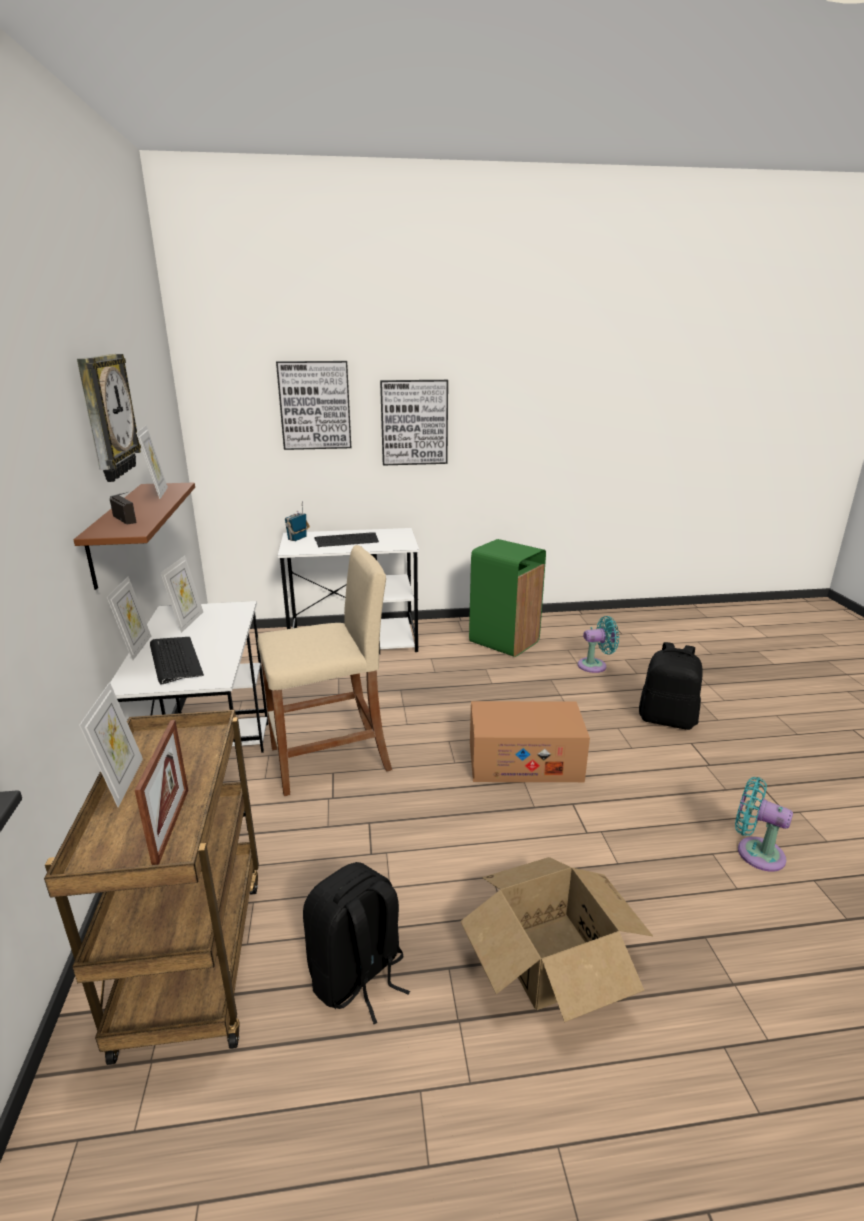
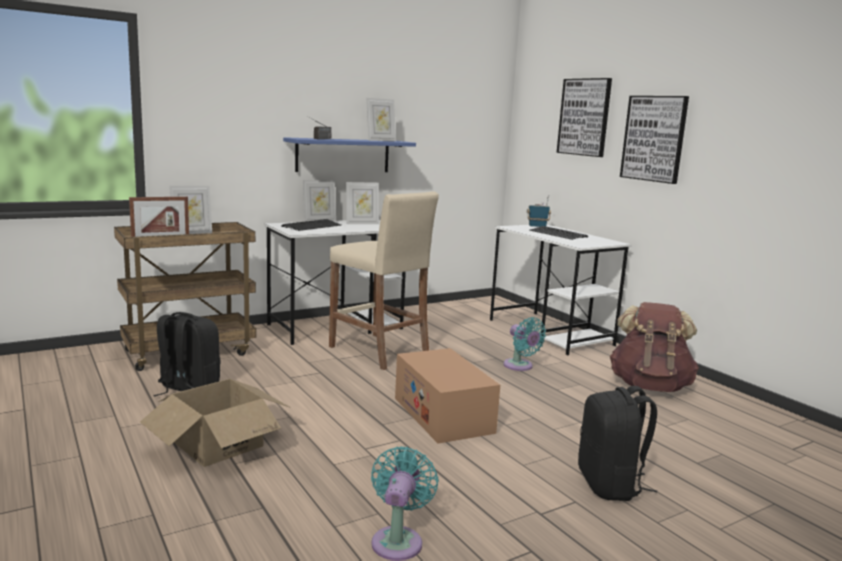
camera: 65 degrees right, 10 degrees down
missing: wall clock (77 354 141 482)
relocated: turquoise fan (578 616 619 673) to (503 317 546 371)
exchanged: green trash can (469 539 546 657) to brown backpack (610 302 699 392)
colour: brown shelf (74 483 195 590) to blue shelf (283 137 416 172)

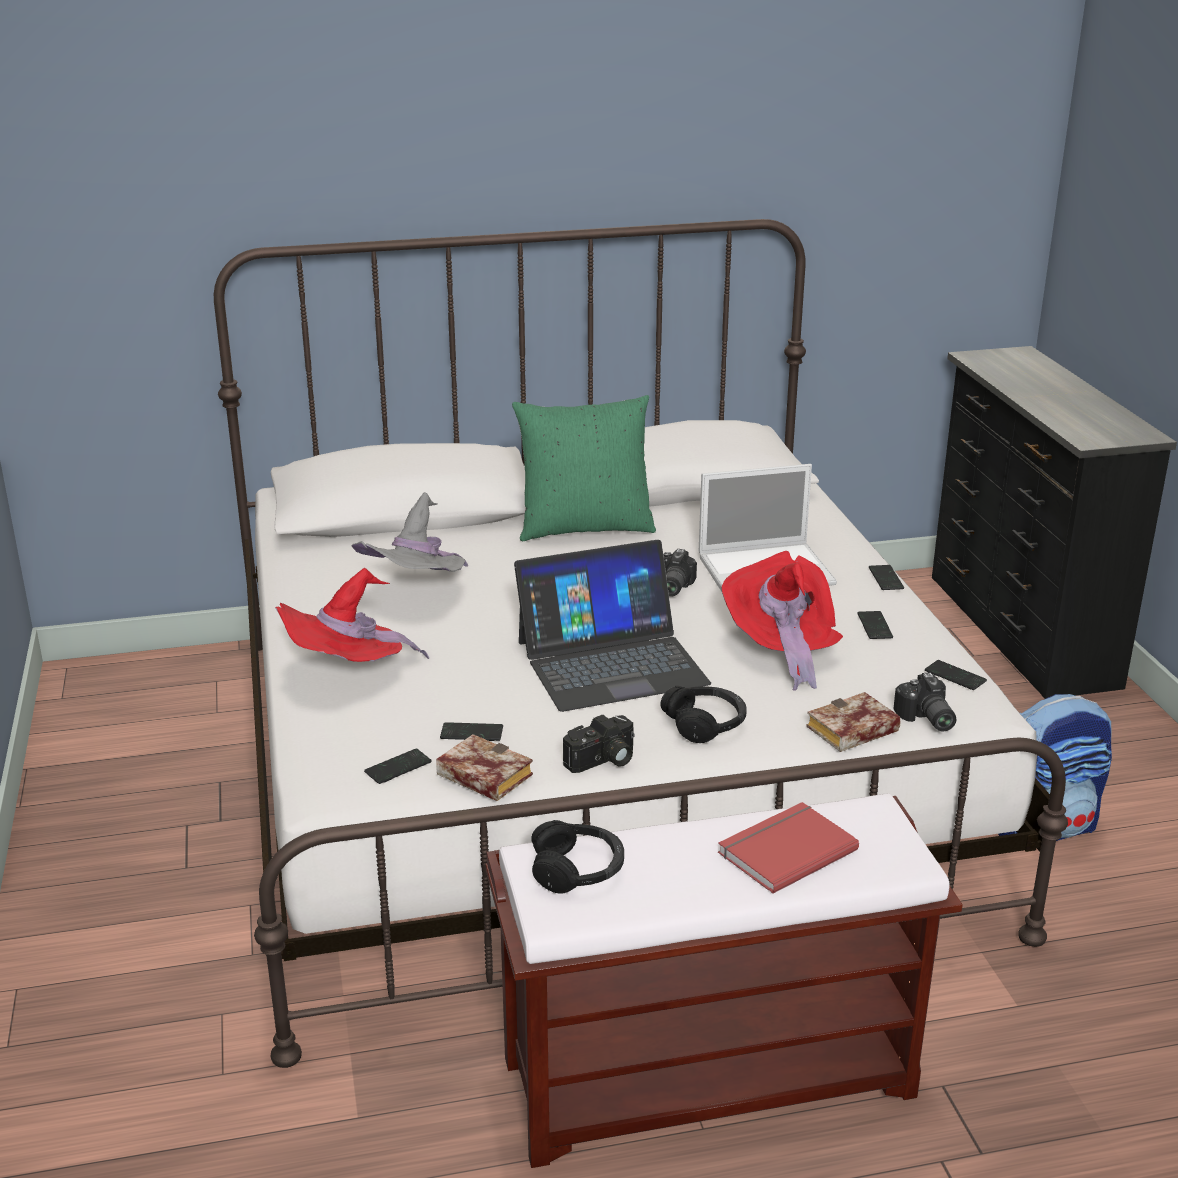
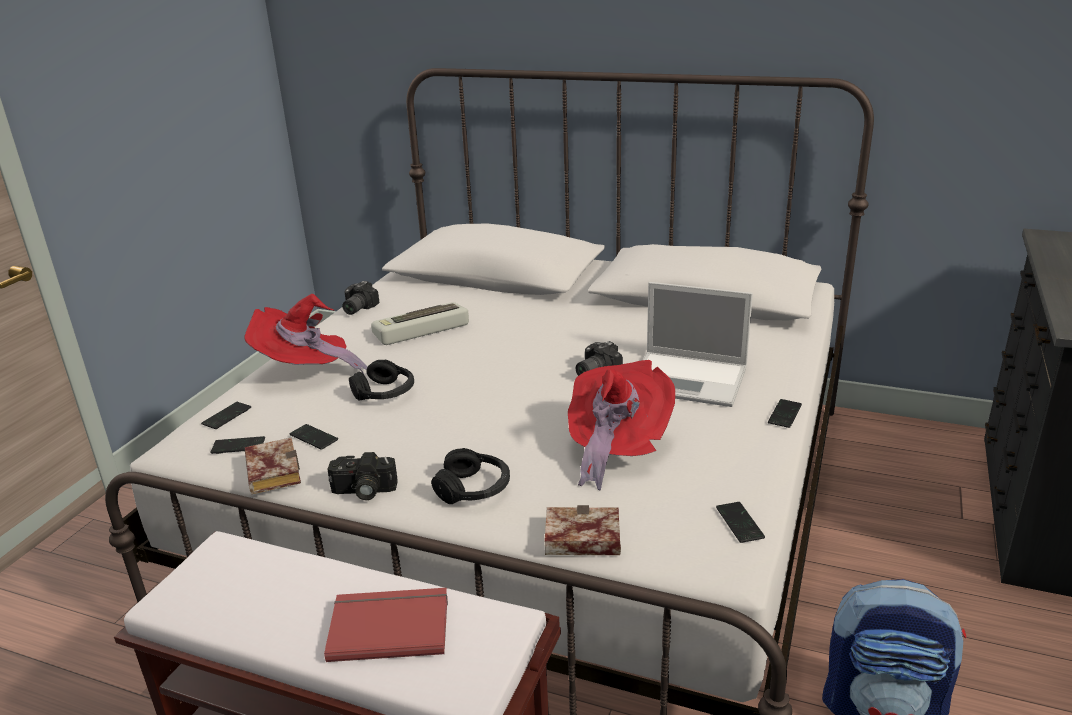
camera: 35 degrees right, 0 degrees up
missing: green pillow (512 395 656 541); laptop (514 540 711 712)
relocated: black headphones (531 820 624 894) to (349 360 414 401); phone (857 611 893 639) to (201 402 251 429); photo camera (894 672 956 731) to (342 281 380 315)
exchanged: grey hat (352 492 468 572) to keyboard (371 302 469 345)

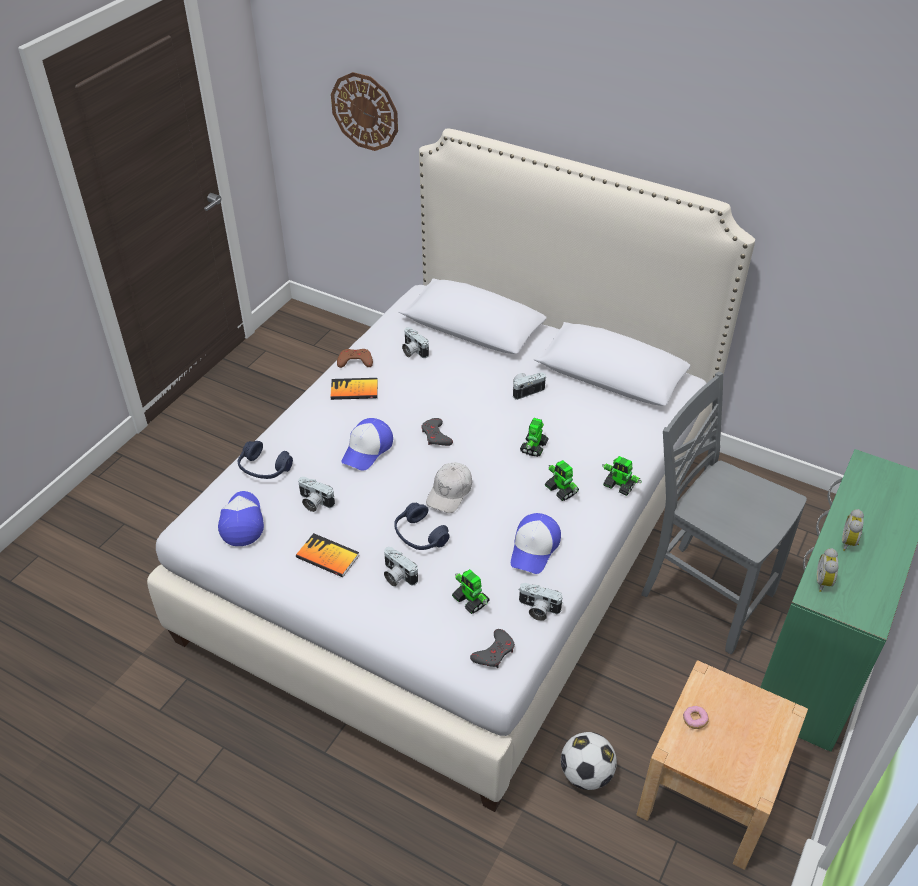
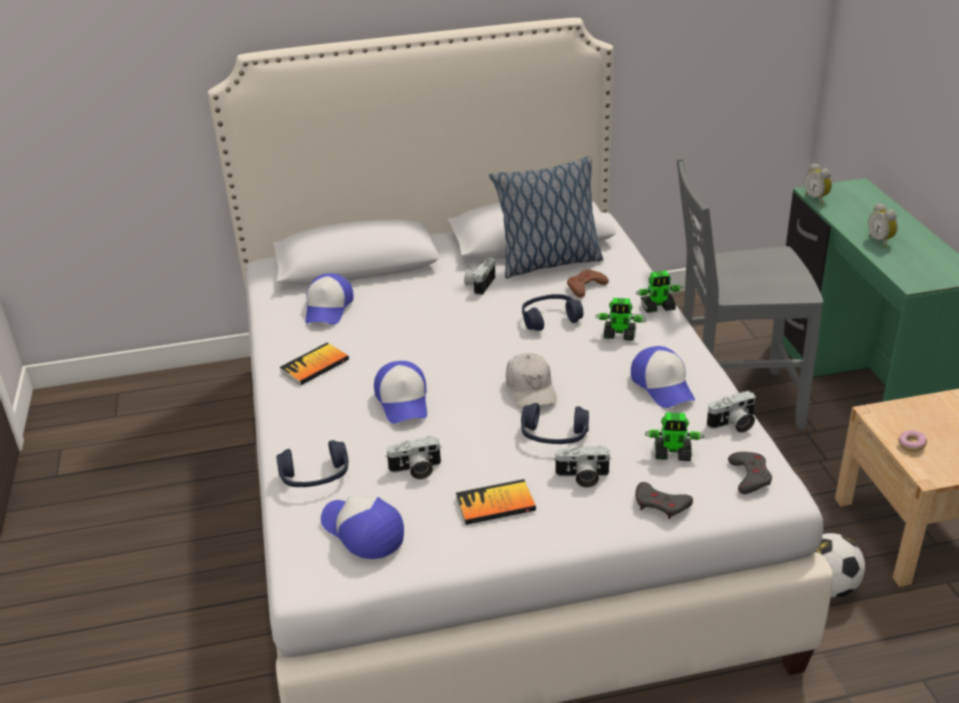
camera: 40 degrees left, 10 degrees down
missing: wall clock (331 72 398 151)
appeared: pillow (489 156 604 279)
relocated: brown game controller (337 349 373 368) to (567 270 609 298); grey game controller (422 418 453 446) to (635 482 693 519); alarm clock (817 548 839 592) to (804 163 832 204)
exchanged: photo camera (402 327 429 358) to cap (305 273 353 325); toy robot (520 418 548 457) to blue headphones (522 294 583 331)

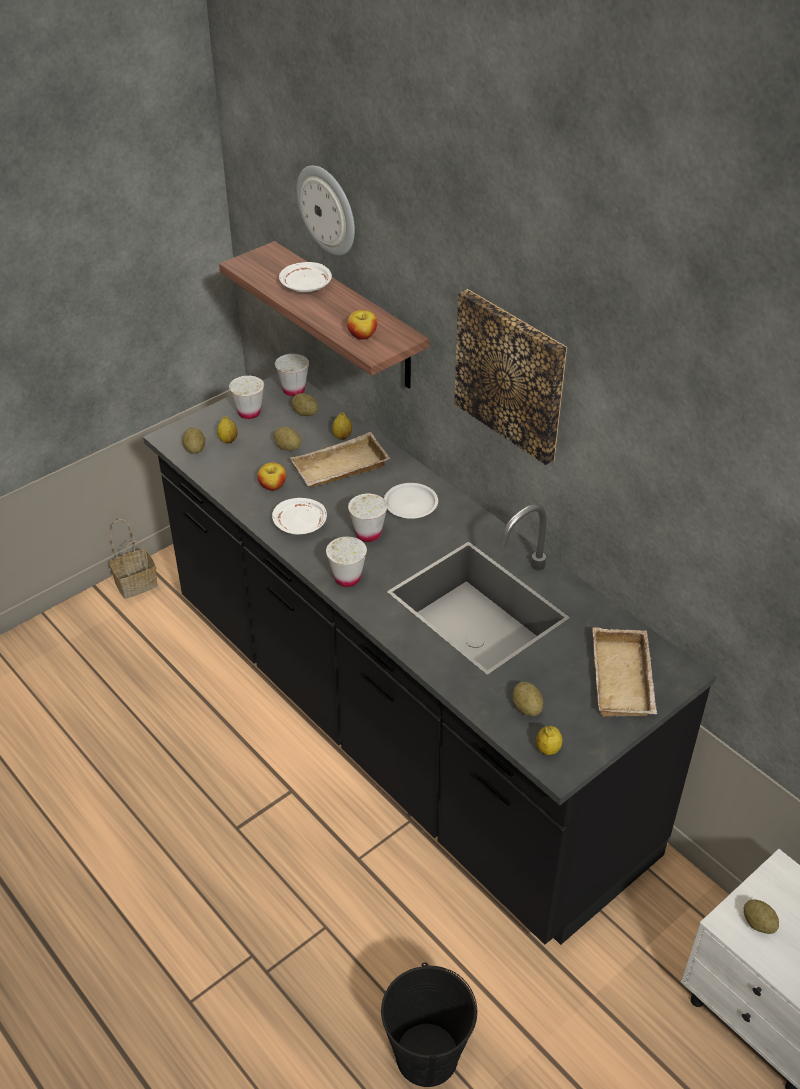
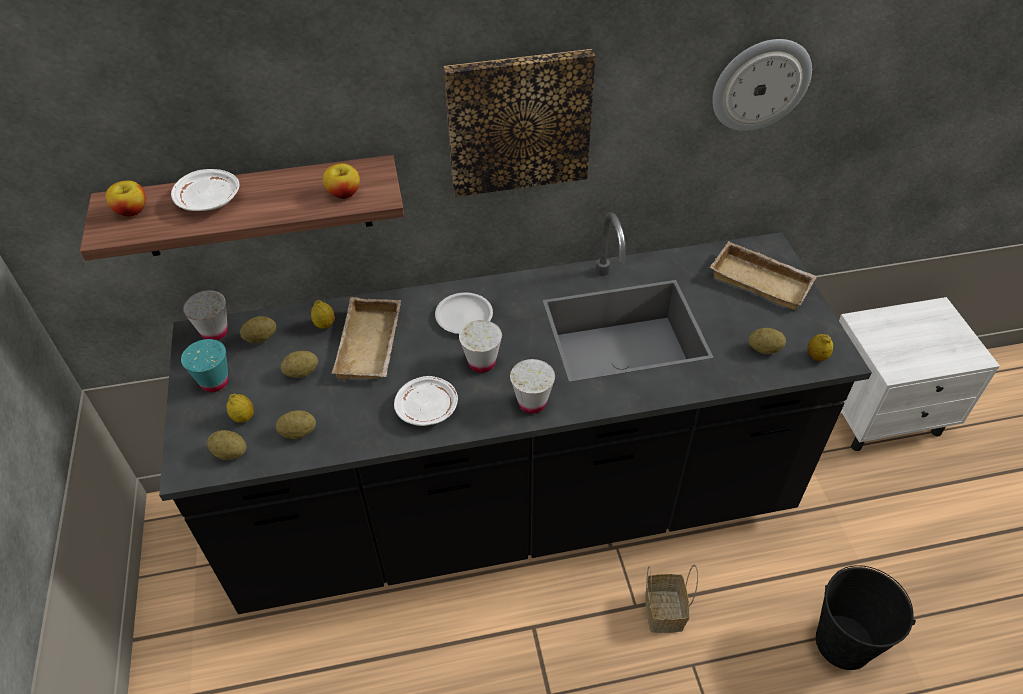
camera: 60 degrees left, 5 degrees up
relocated: basket (109 519 158 599) to (645 564 698 633); apple (257 462 286 491) to (106 180 146 217); wall clock (296 165 355 255) to (712 39 812 131); potato (744 900 779 934) to (276 410 316 439)
colour: white cup (229 376 264 419) to turquoise cup (181 339 228 392)

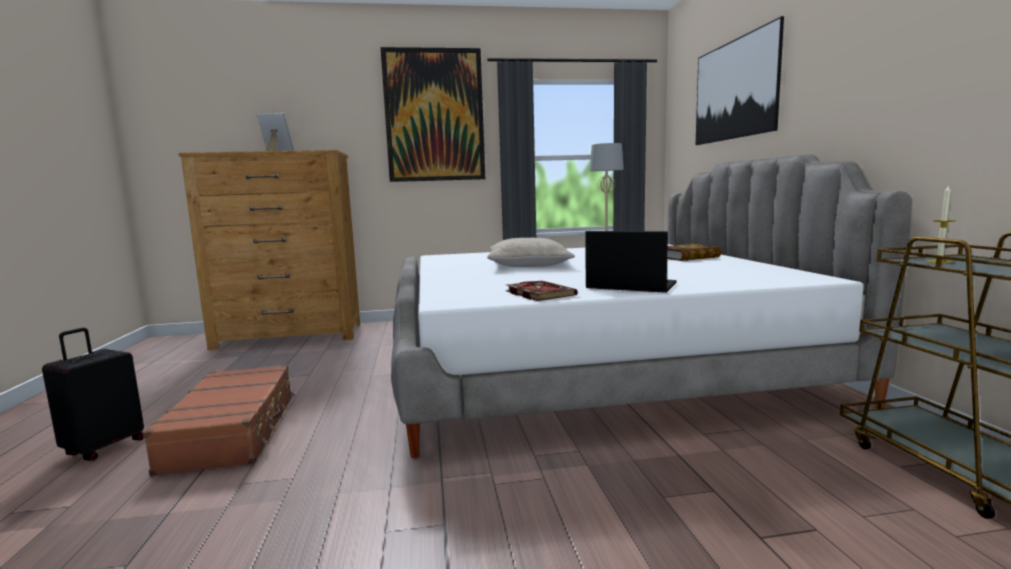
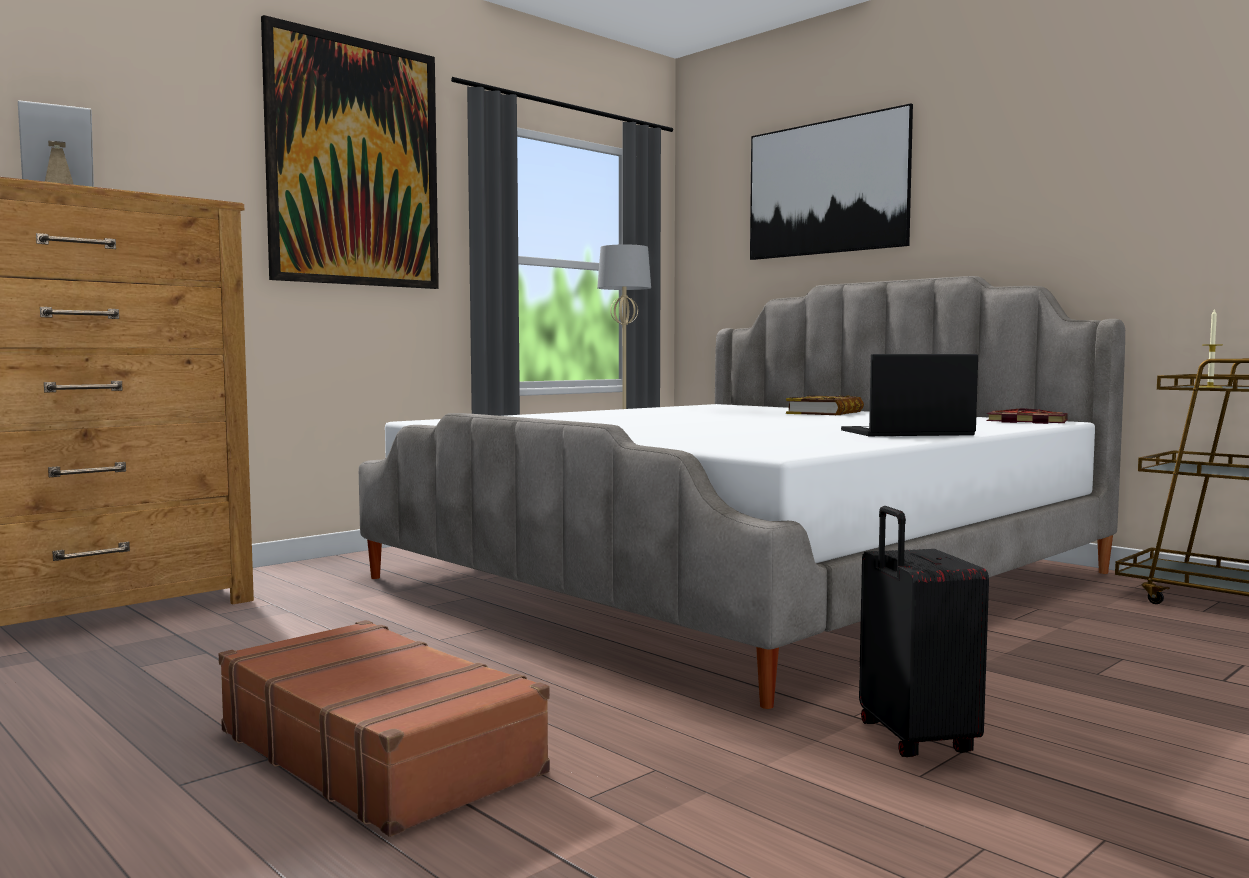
camera: 35 degrees left, 5 degrees down
missing: beige pillow (487 238 575 267)
relocated: black suitcase (42 328 144 461) to (859 506 989 757); book (506 280 578 301) to (986 409 1068 424)

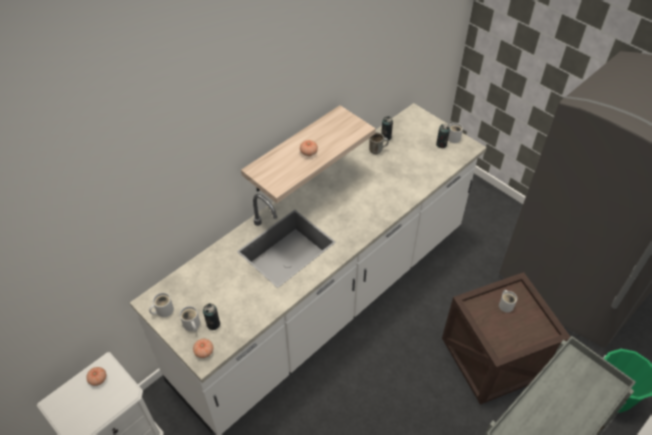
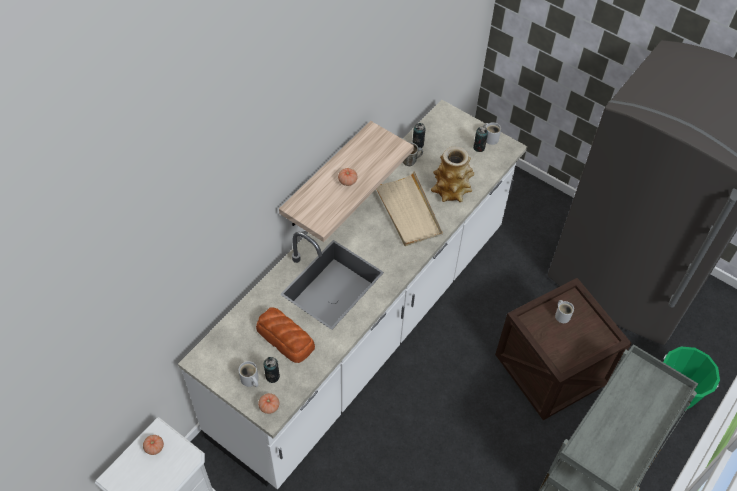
camera: 10 degrees left, 5 degrees up
missing: white mug (149 293 174 317)
appeared: bread (256 307 315 363); beige tray (376 171 443 246); vase (431 146 474 202)

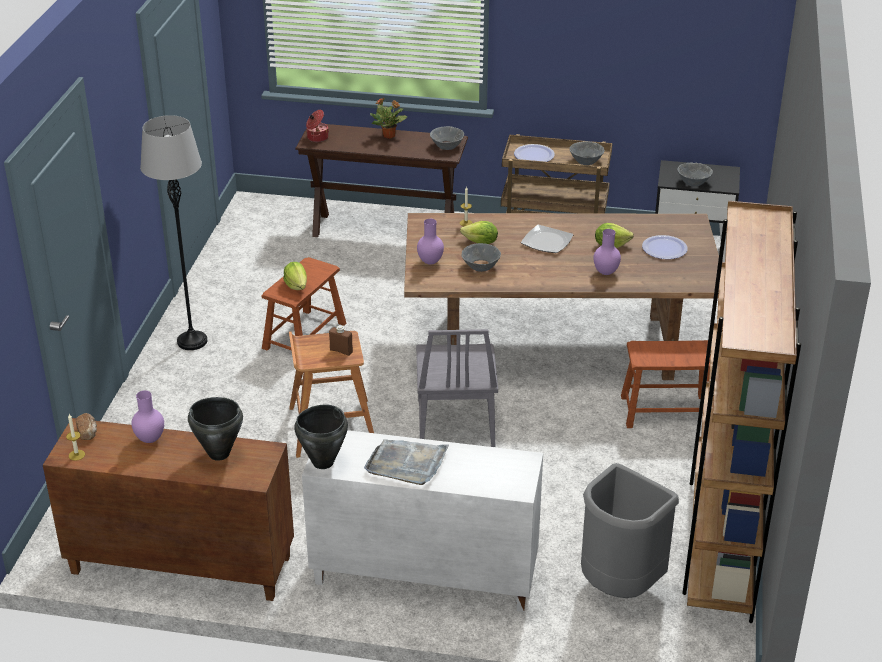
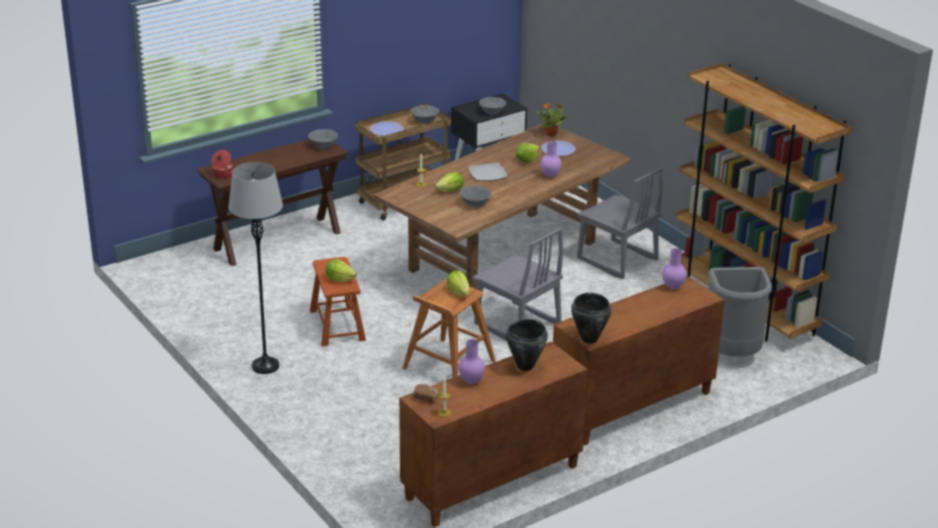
camera: 45 degrees left, 5 degrees down
missing: grey tray (364 439 449 485)
relocated: potted plant (370 98 407 139) to (536 102 568 136); purple vase (417 219 444 265) to (662 248 686 289)
exchanged: brown bottle (329 325 353 356) to lettuce (447 270 469 296); brown stool (621 340 711 428) to grey chair (577 167 663 279)
colour: white cabinet (302 430 543 612) to brown cabinet (553 276 725 445)

